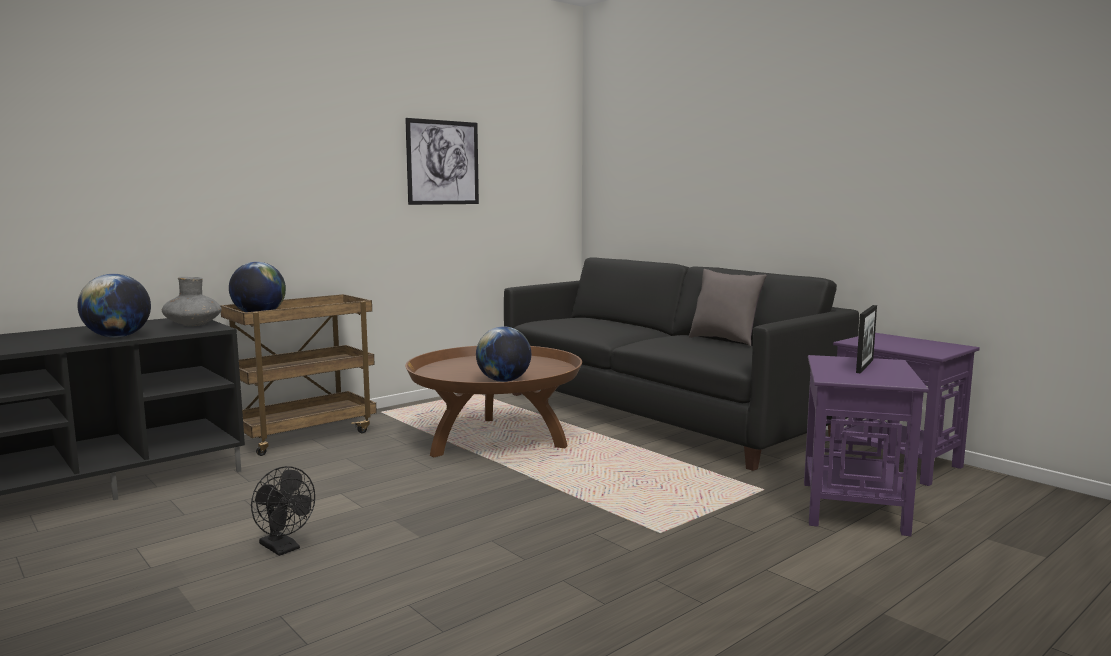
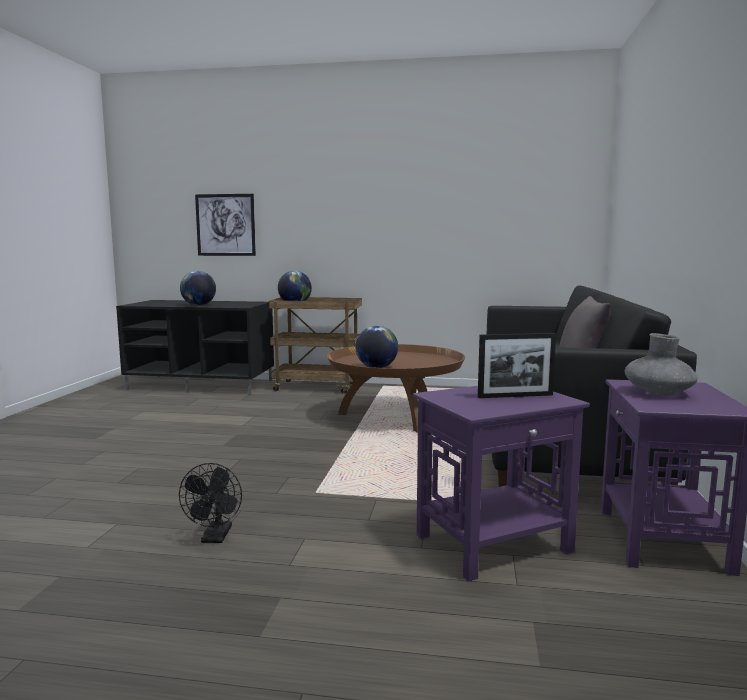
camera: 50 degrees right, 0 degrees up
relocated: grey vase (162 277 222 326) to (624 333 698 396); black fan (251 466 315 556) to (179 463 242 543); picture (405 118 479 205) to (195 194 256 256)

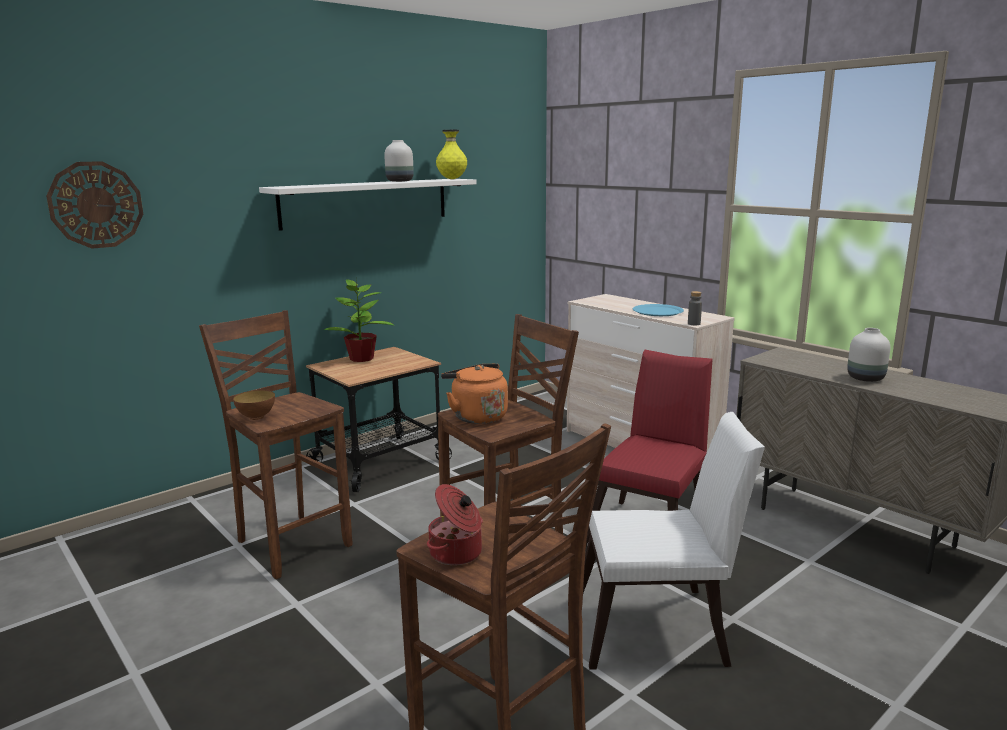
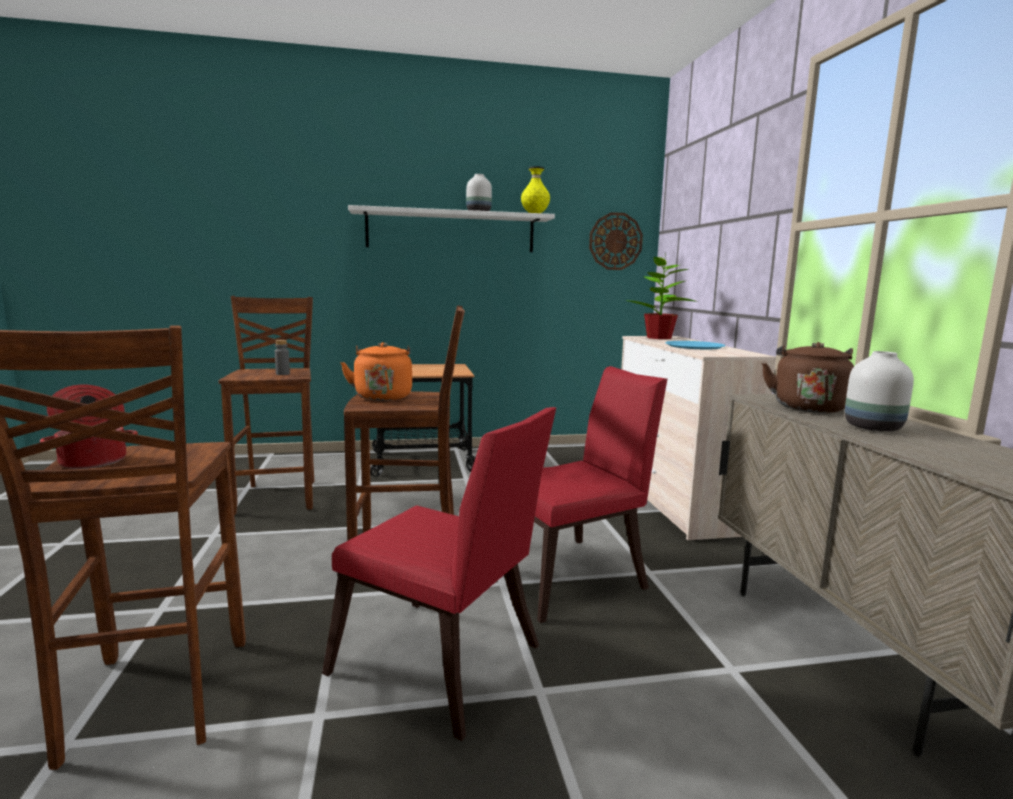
camera: 30 degrees right, 5 degrees down
missing: bowl (233 390 275 420)
appeared: brown kettle (762 342 854 413)
relocated: wall clock (46 161 143 249) to (589 212 643 270); potted plant (324 279 394 362) to (625 257 697 339); grey bottle (688 291 702 326) to (275 340 290 375)
colour: white chair (583 412 765 670) to red chair (322 407 556 741)

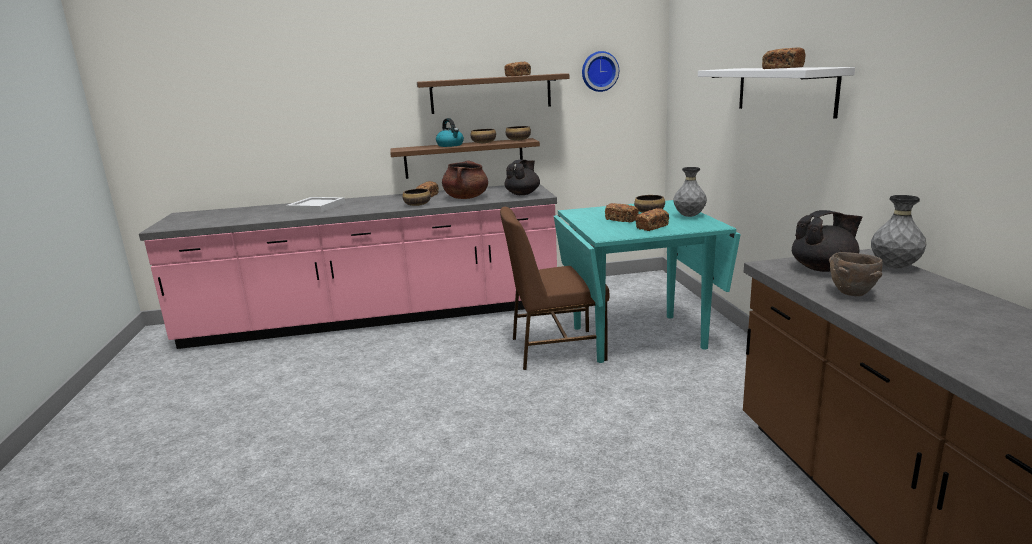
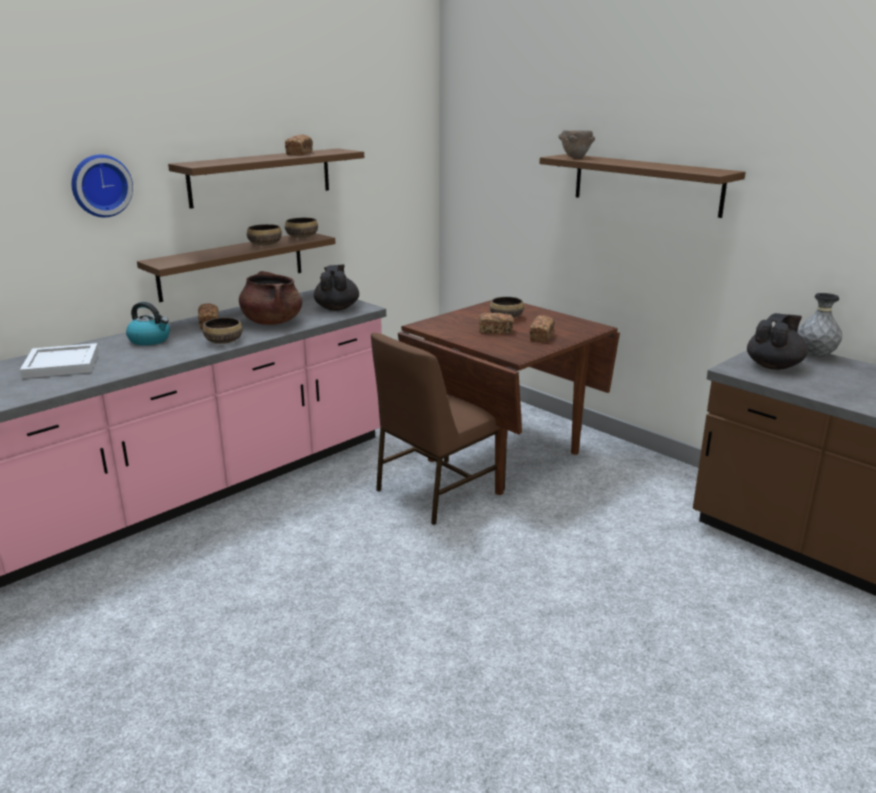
camera: 35 degrees left, 5 degrees up
missing: grey vase (673 167 707 217); bread (762 47 806 69)
relocated: kettle (436 118 464 147) to (126 302 170 346); wall clock (582 51 619 92) to (72 154 133 217); brown bowl (829 252 882 296) to (559 130 595 158)
colour: turquoise dining table (554 200 741 363) to brown dining table (398 300 620 495); white shelf (698 67 855 119) to brown shelf (539 154 746 218)

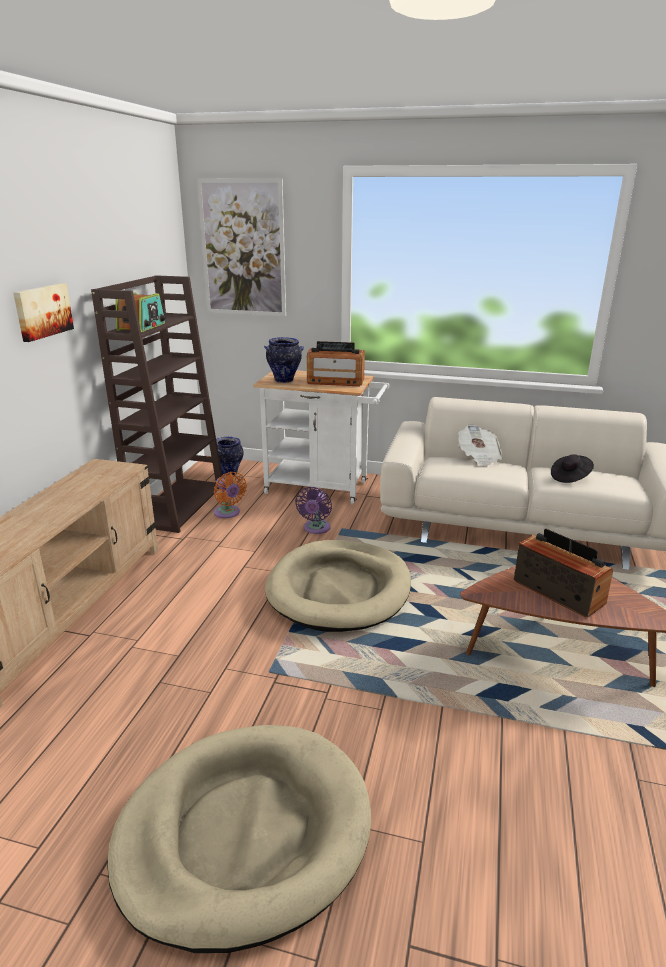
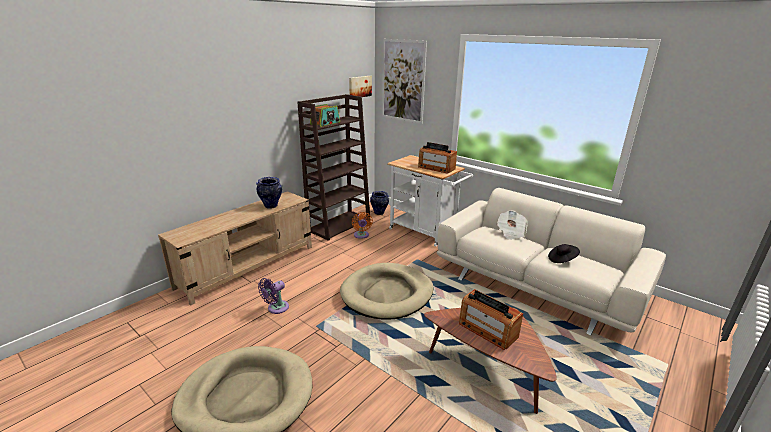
camera: 25 degrees right, 0 degrees up
relocated: picture (13 283 74 342) to (349 76 372 97); vase (264 337 304 383) to (256 177 282 209); purple fan (295 487 332 534) to (258 278 289 314)
spun: radio (514 529 613 618) = (459 289 523 350) 150 degrees clockwise

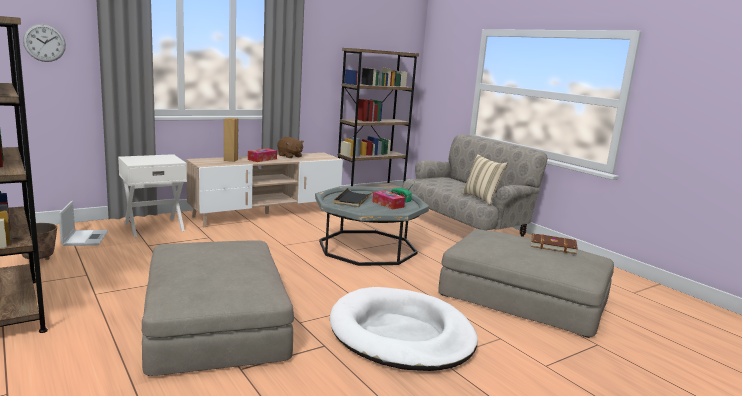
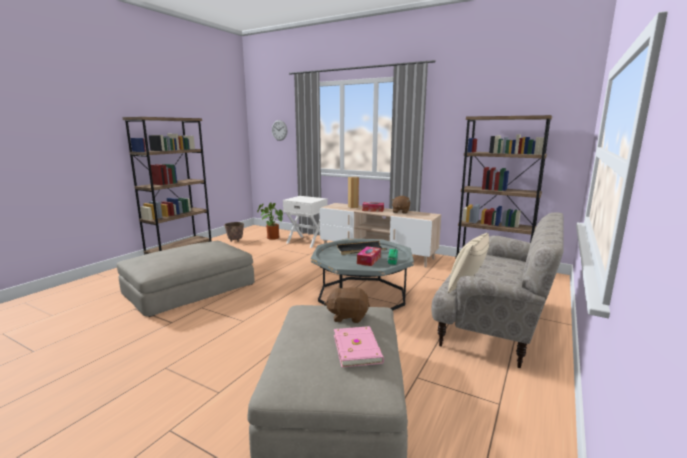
camera: 65 degrees right, 0 degrees up
missing: white dog bed (330 287 478 371)
appeared: brown plush toy (324 286 370 323)
exchanged: laptop (58 201 108 246) to potted plant (257 202 284 240)
colour: brown book (531 233 578 254) to pink book (334 326 384 367)

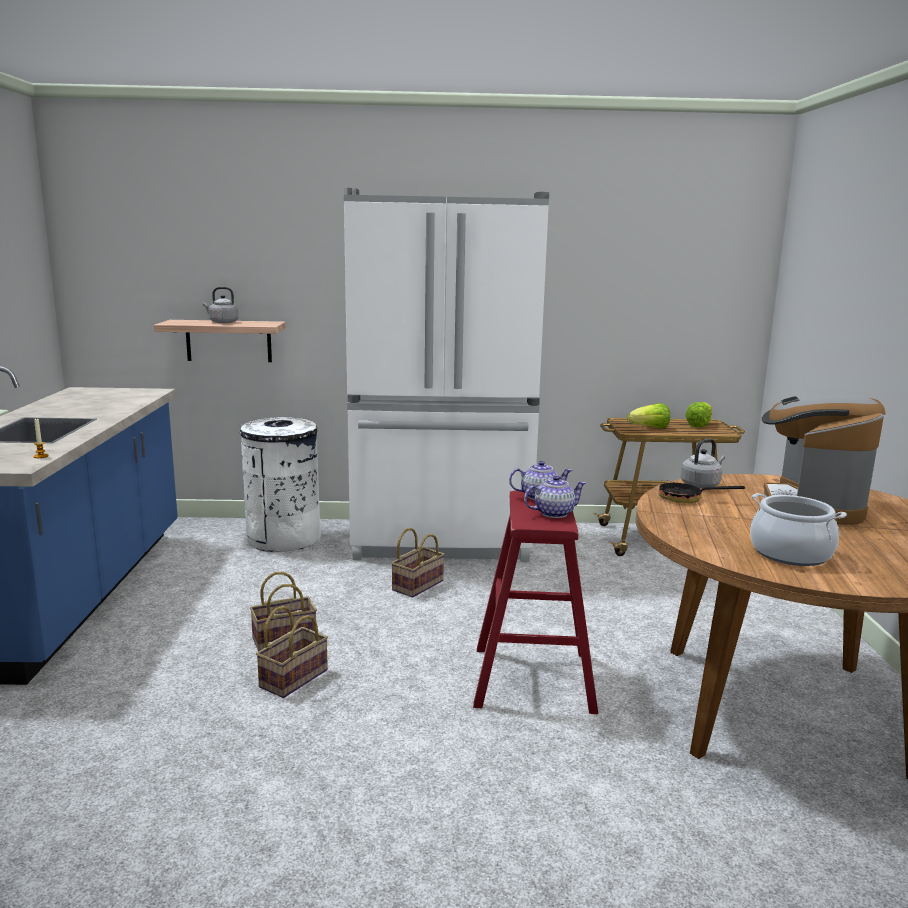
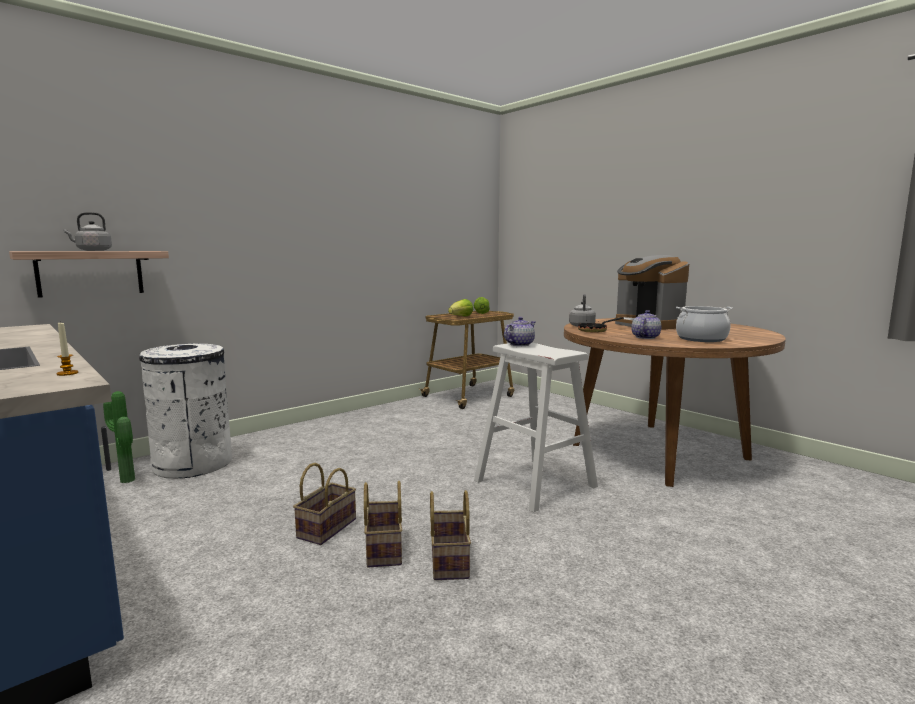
camera: 40 degrees left, 5 degrees down
missing: white fridge (344 188 549 562)
appeared: potted plant (103 391 135 483)
relocated: basket (391 528 445 598) to (430 490 471 580); teapot (524 475 586 518) to (631 310 661 339)
colour: red stool (473 490 598 714) to white stool (474 343 598 512)

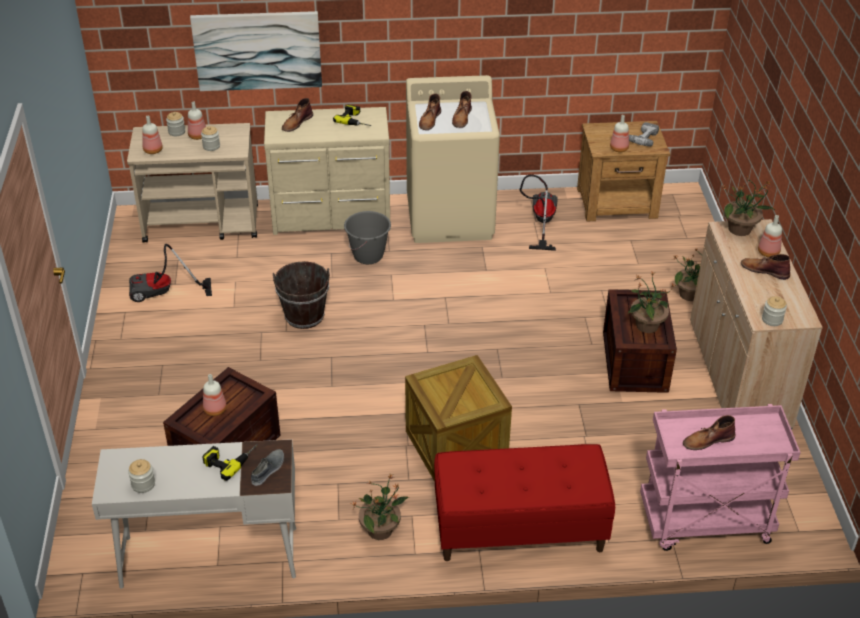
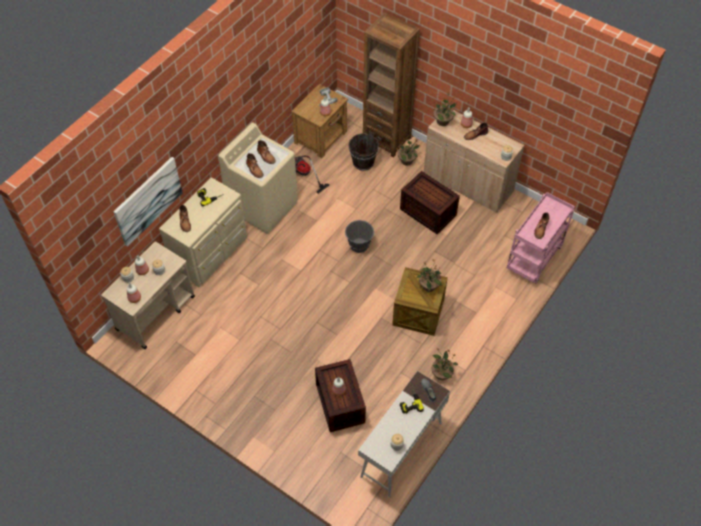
camera: 50 degrees left, 15 degrees up
missing: vacuum cleaner (129 244 212 302); red bench (434 444 615 561)
appeared: brown bookcase (363 12 420 157)
relocated: brown bucket (273 261 330 329) to (348 132 379 171); grey bucket (344 211 391 264) to (345 220 374 253); potted plant (628 271 676 333) to (416 259 442 292)

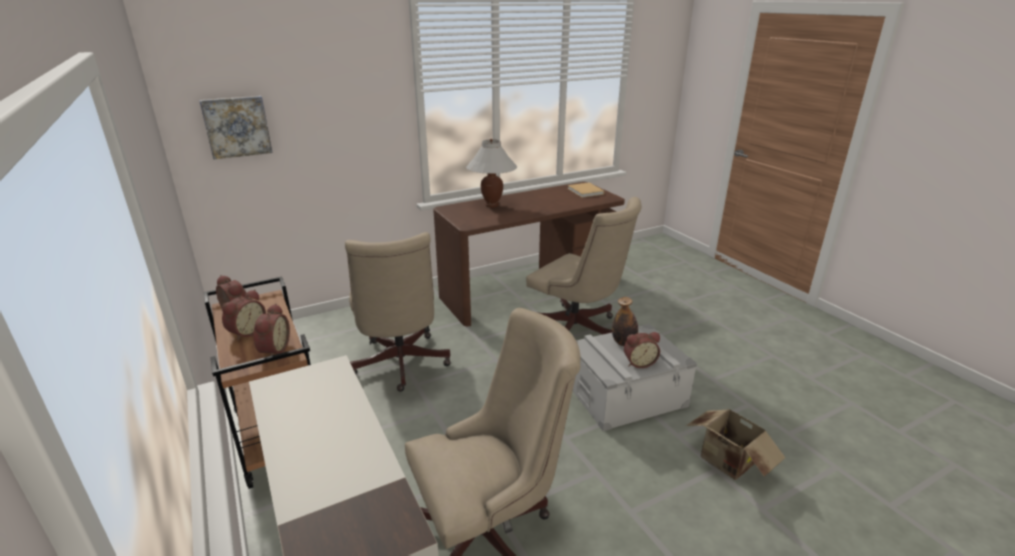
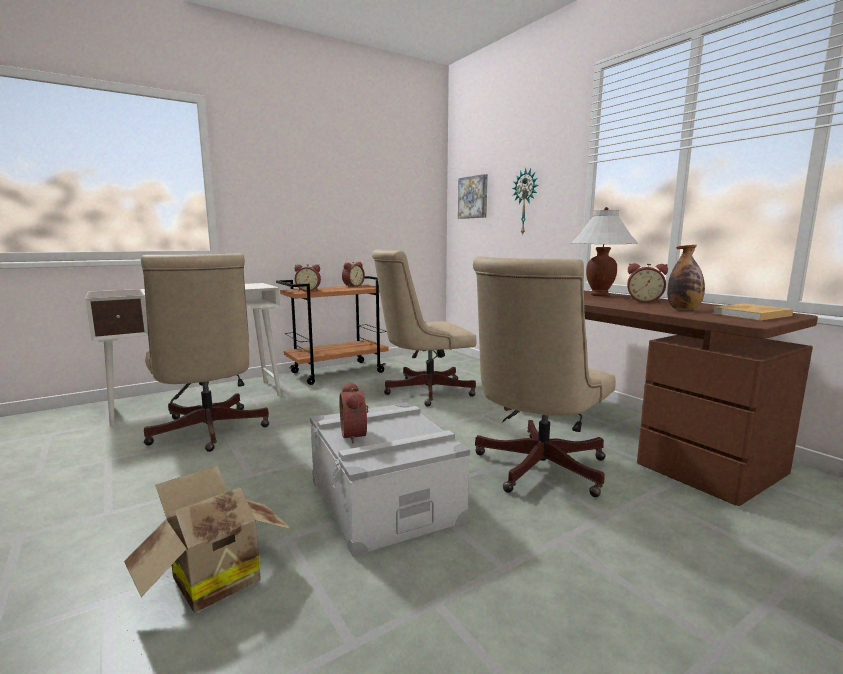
camera: 85 degrees right, 15 degrees down
appeared: wall clock (512 168 538 236)
relocated: alarm clock (222 289 266 341) to (627 263 668 303); bottle (612 297 638 346) to (667 245 705 310)

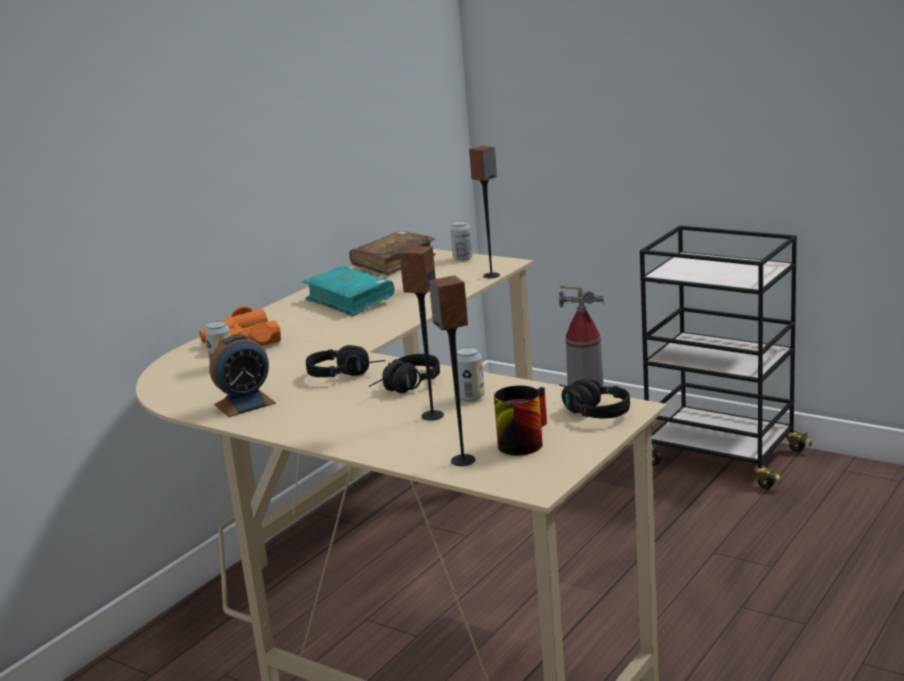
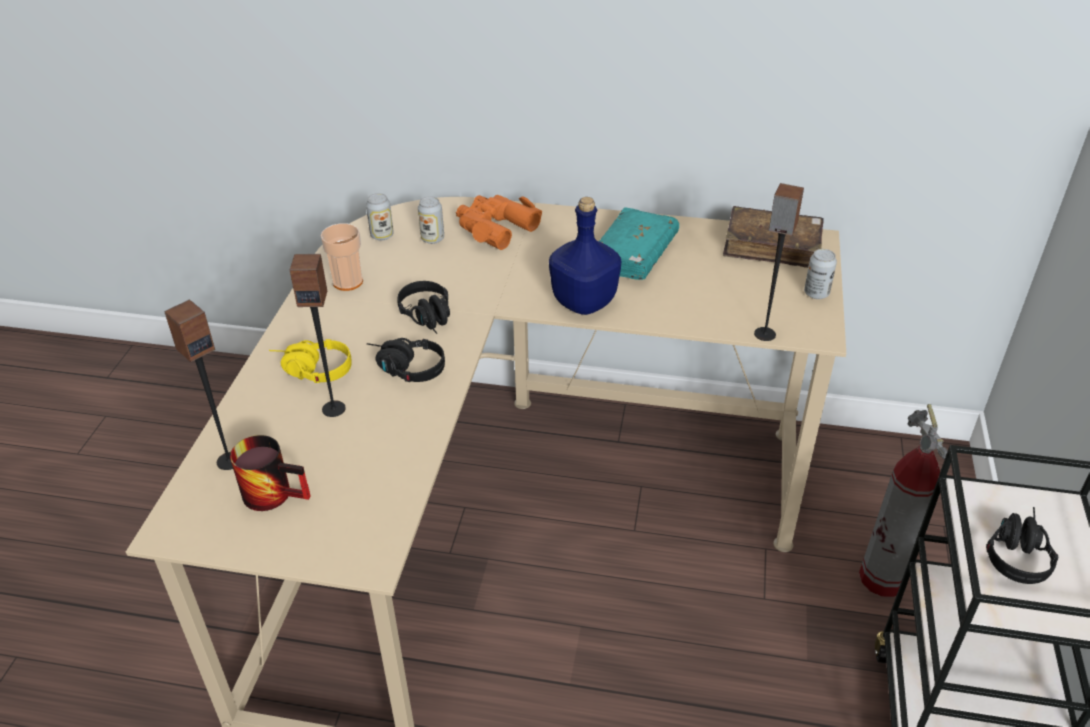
camera: 65 degrees right, 20 degrees up
appeared: yellow headphones (269 339 352 383); blue bottle (549 197 621 315)
relocated: can (457 347 485 402) to (366 193 394 241); black headphones (559 379 630 419) to (986 507 1058 584)
exchanged: alarm clock (209 335 276 417) to cup (321 223 363 291)

